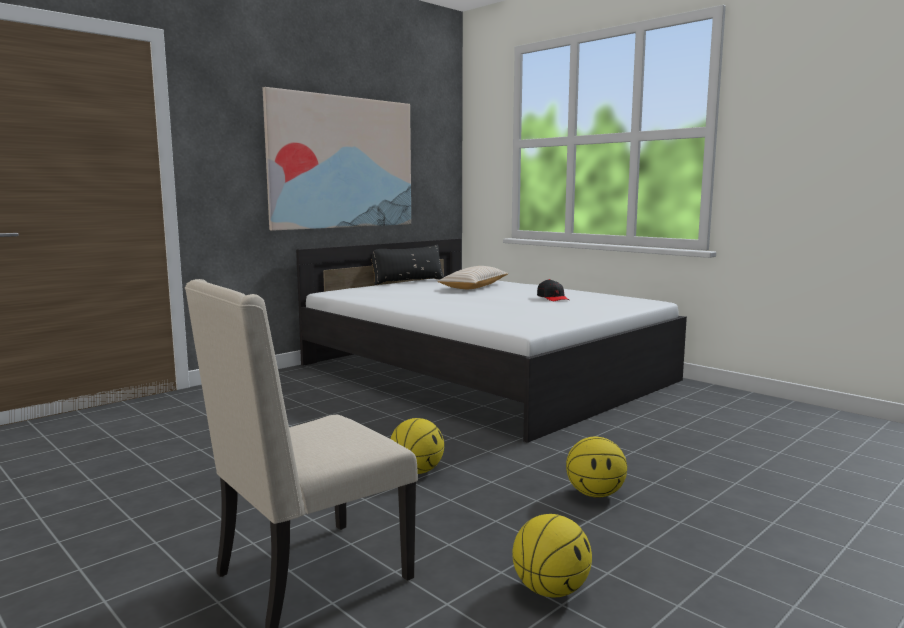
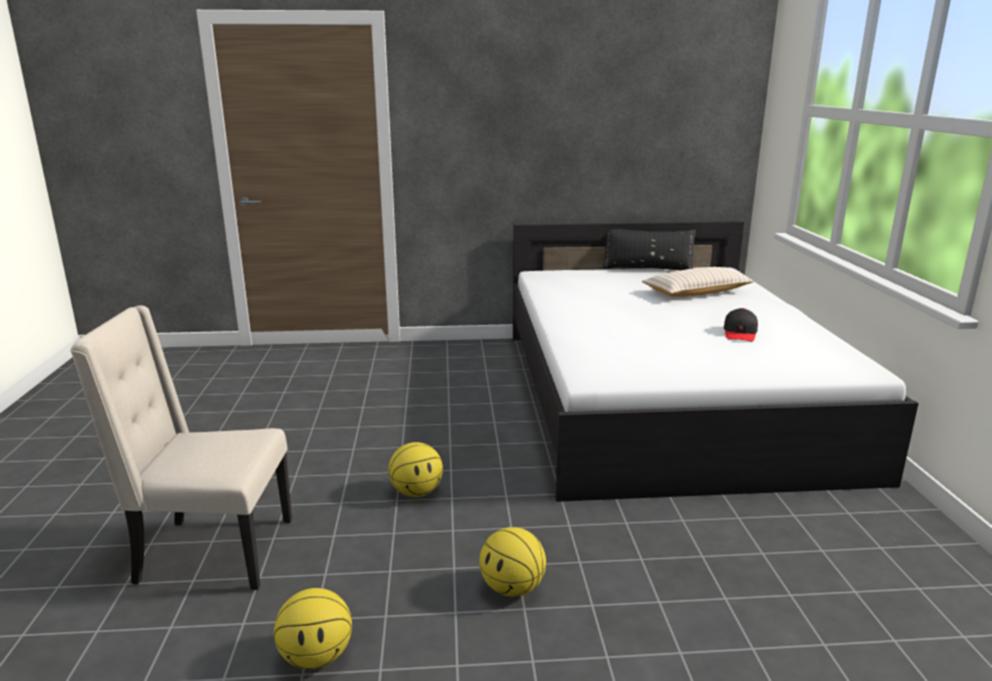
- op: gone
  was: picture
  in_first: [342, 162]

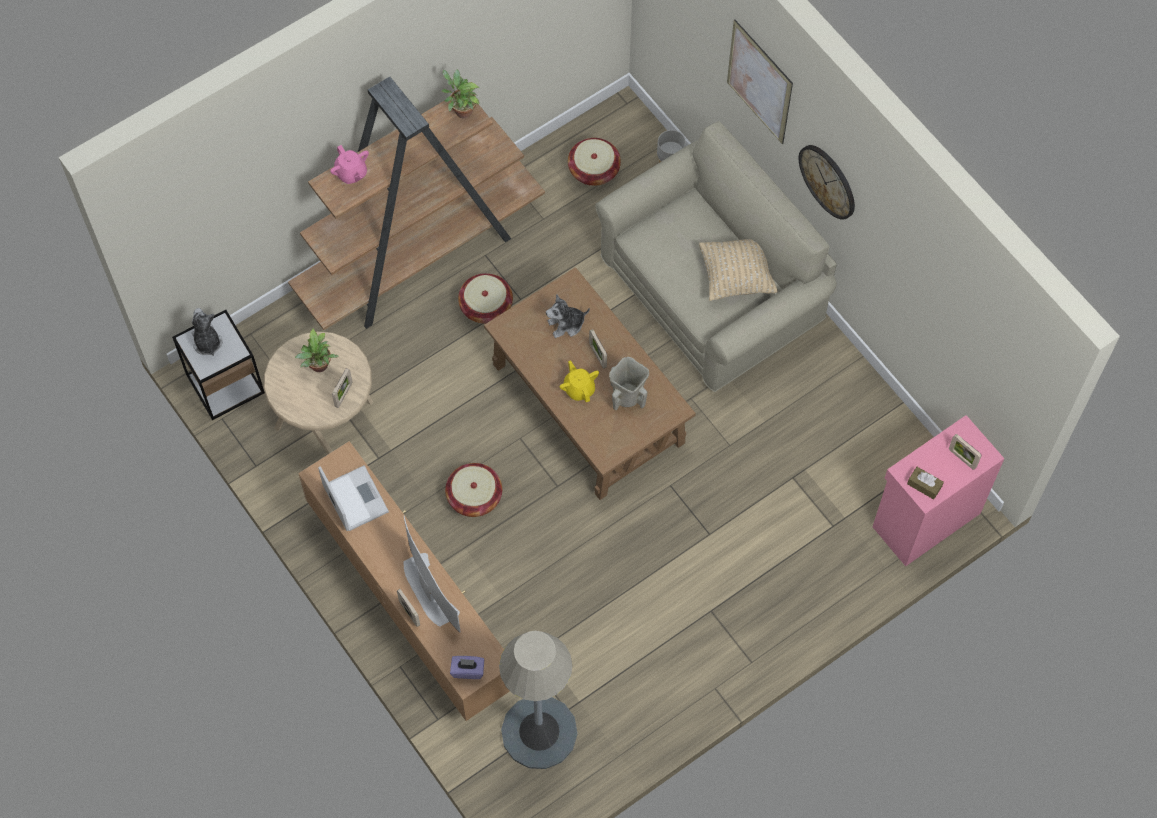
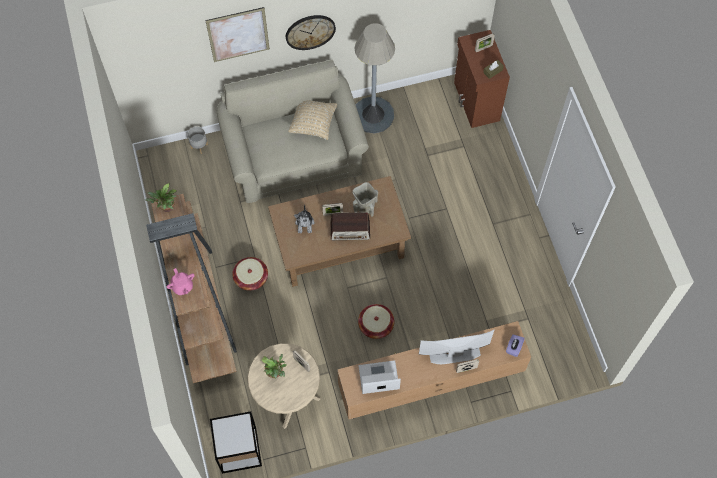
- op: rotated
  was: pink teapot
  in_first: [351, 173]
  in_second: [182, 286]
  clockwise: 75
- op: swapped
  was: yellow teapot
  now: radio
  in_first: [579, 388]
  in_second: [350, 230]
- op: shifted
  was: grey floor lamp
  in_first: [539, 732]
  in_second: [373, 115]
- op: repainted
  was: pink cabinet
  now: brown cabinet
  in_first: [924, 519]
  in_second: [475, 102]
- op: gone
  was: plush toy
  in_first: [207, 342]
- op: gone
  was: basket
  in_first: [594, 170]

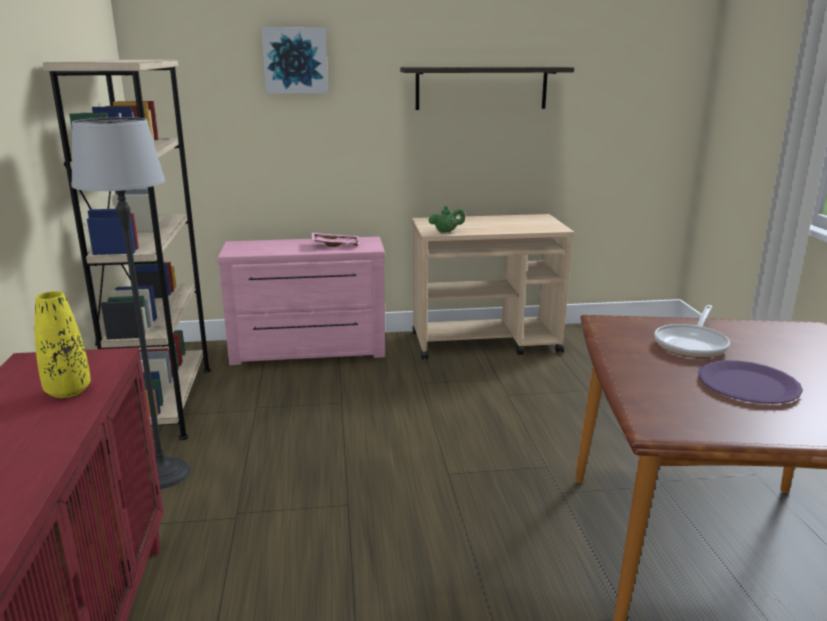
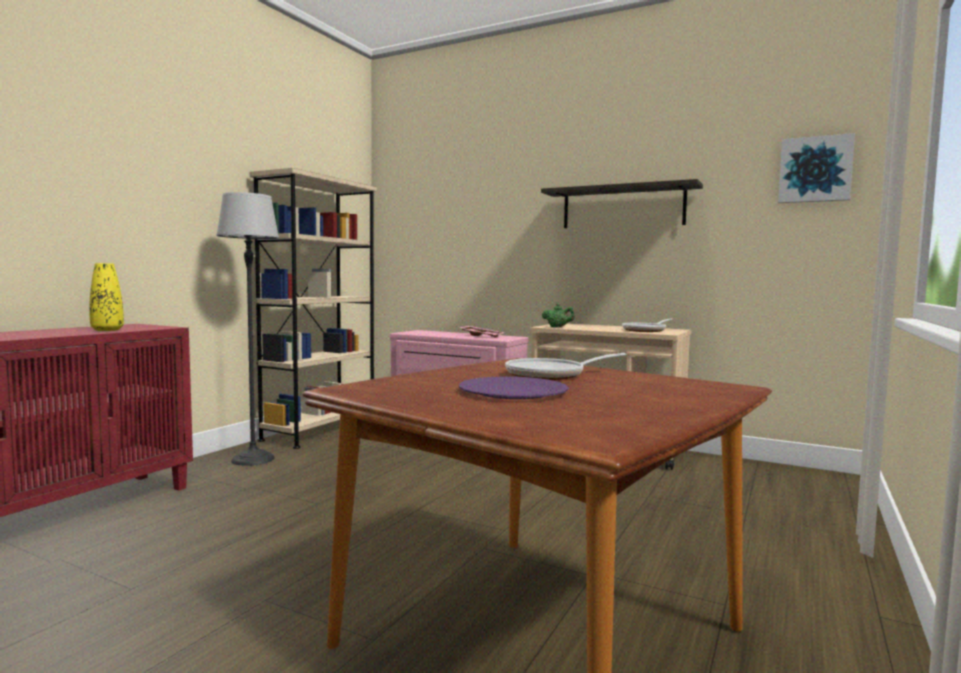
- op: new
  now: frying pan
  in_second: [646, 330]
- op: shifted
  was: picture
  in_first: [295, 60]
  in_second: [815, 170]

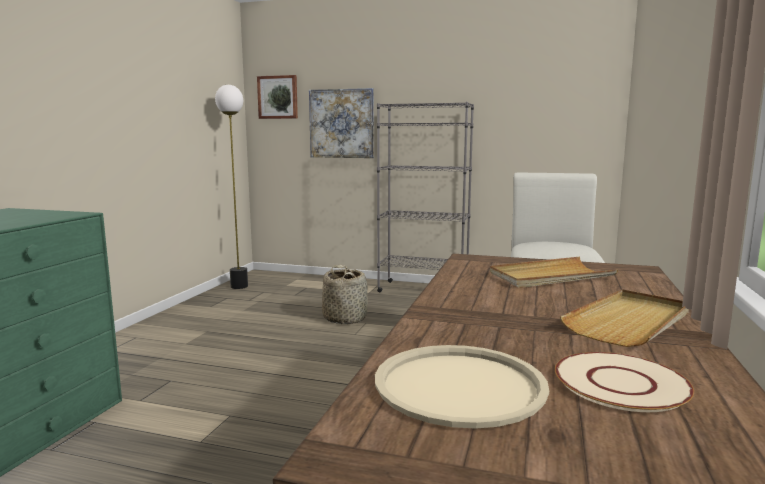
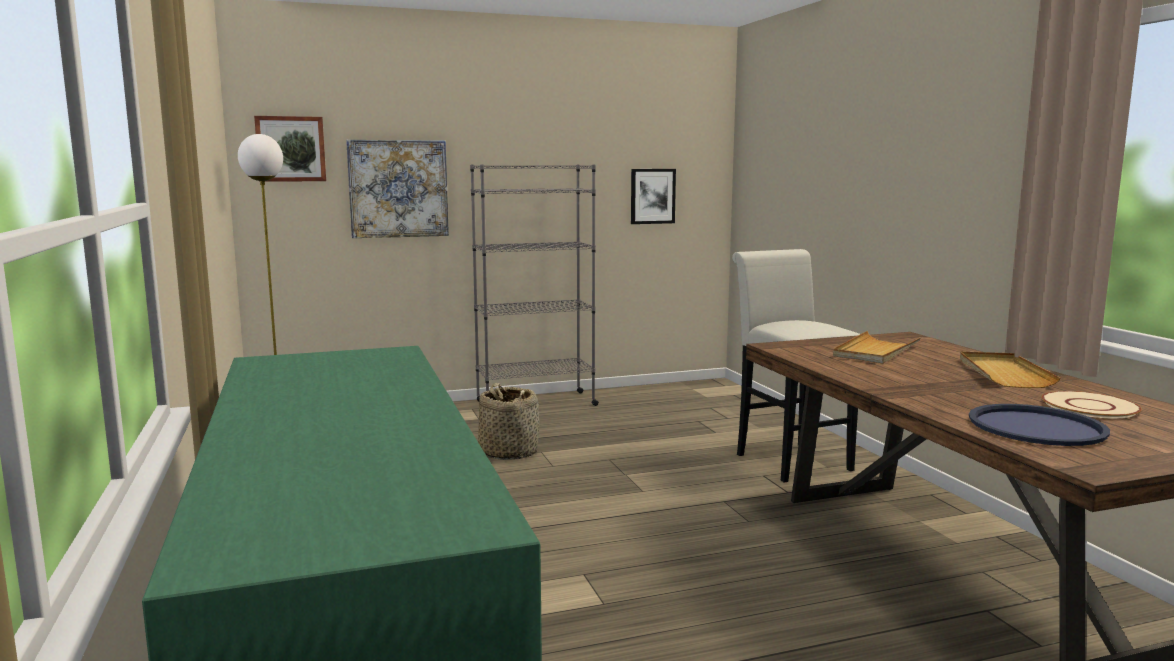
- op: new
  now: picture
  in_second: [652, 196]
- op: repainted
  was: beige tray
  now: blue tray
  in_first: [459, 385]
  in_second: [1036, 427]

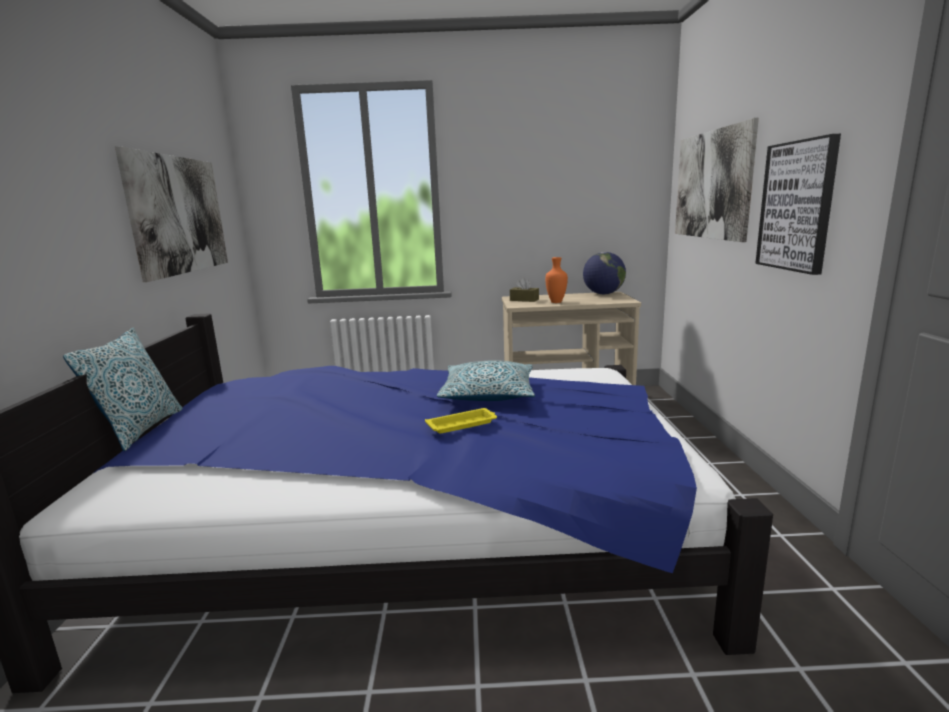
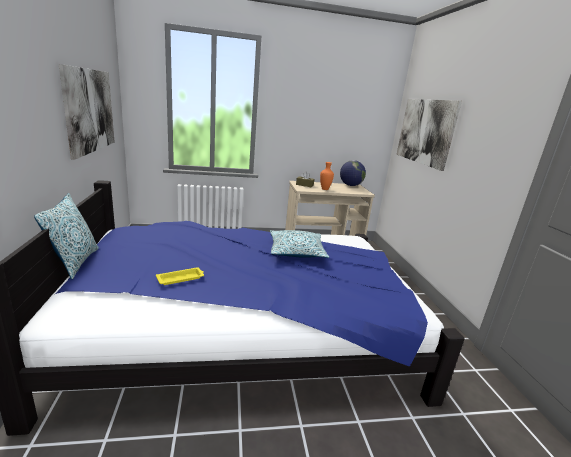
- op: shifted
  was: yellow tray
  in_first: [462, 424]
  in_second: [181, 278]
- op: gone
  was: picture
  in_first: [797, 206]

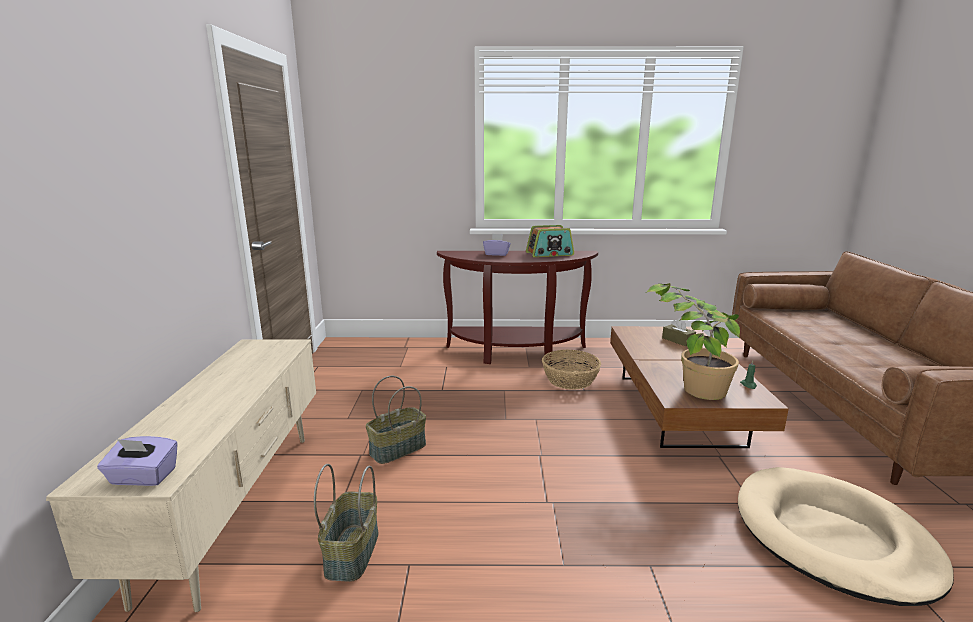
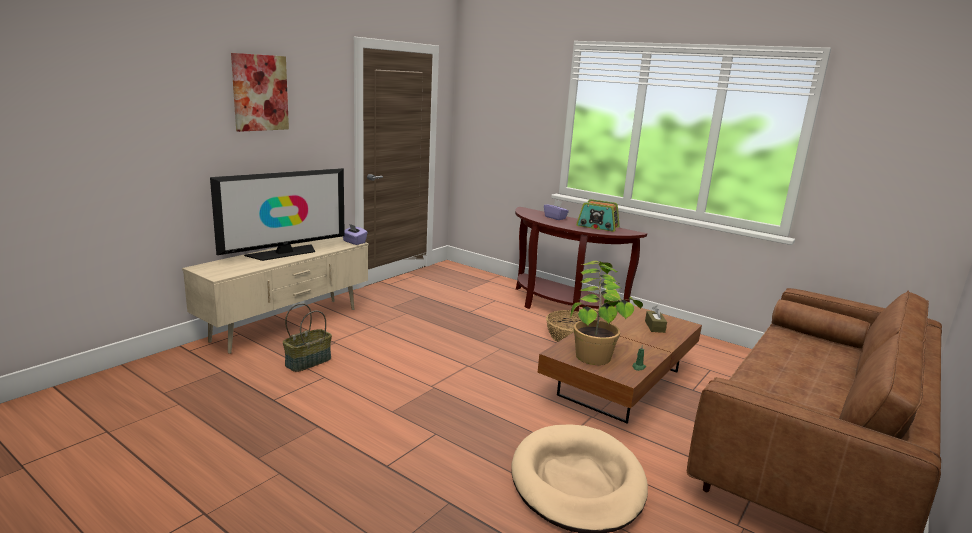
- op: new
  now: television
  in_second: [284, 253]
- op: new
  now: picture
  in_second: [260, 93]
- op: shifted
  was: purple tissue box
  in_first: [143, 477]
  in_second: [354, 242]
- op: gone
  was: basket
  in_first: [398, 450]

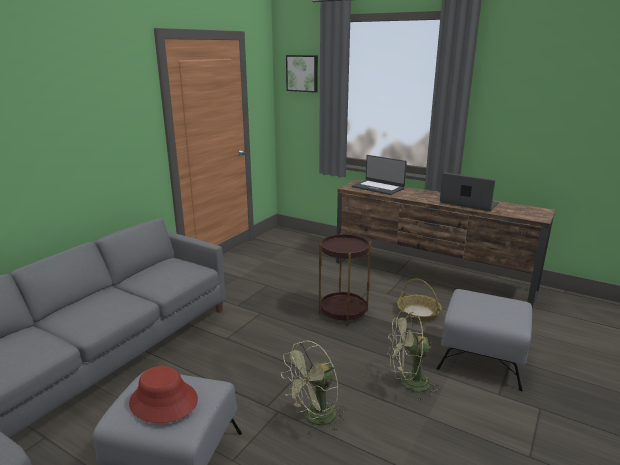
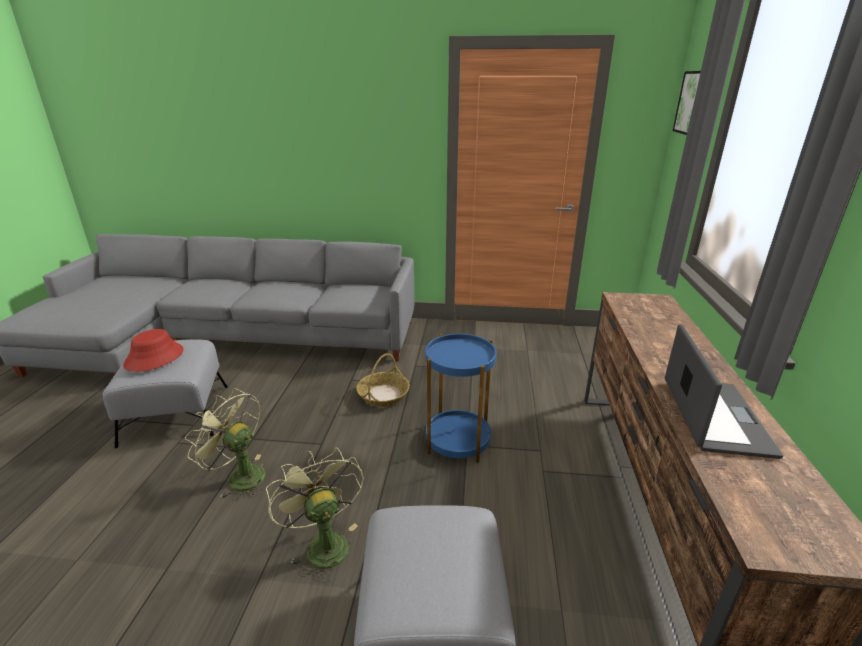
- op: shifted
  was: basket
  in_first: [418, 313]
  in_second: [383, 395]
- op: repainted
  was: brown side table
  now: blue side table
  in_first: [343, 312]
  in_second: [457, 441]
- op: gone
  was: laptop
  in_first: [378, 187]

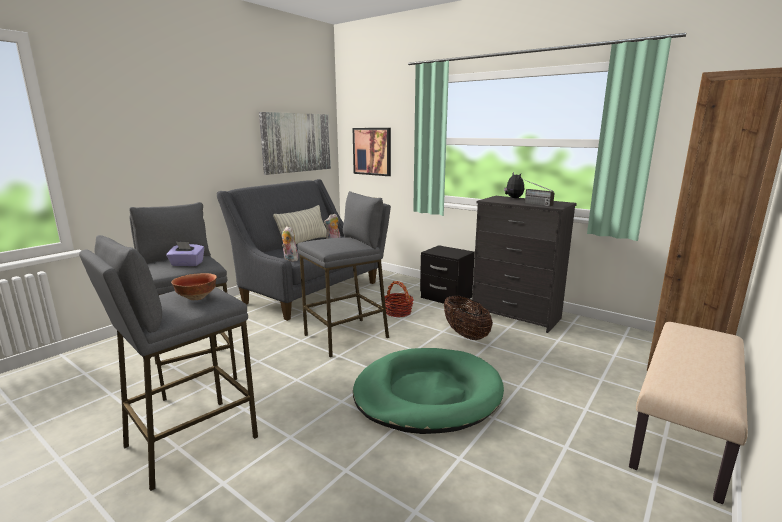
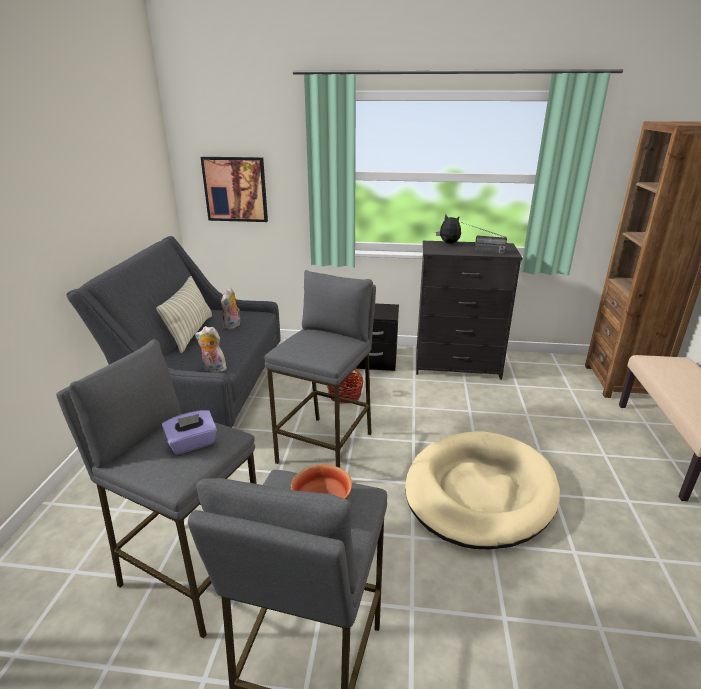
- op: repainted
  was: green dog bed
  now: beige dog bed
  in_first: [427, 394]
  in_second: [479, 492]
- op: gone
  was: picture
  in_first: [296, 142]
- op: gone
  was: basket
  in_first: [465, 334]

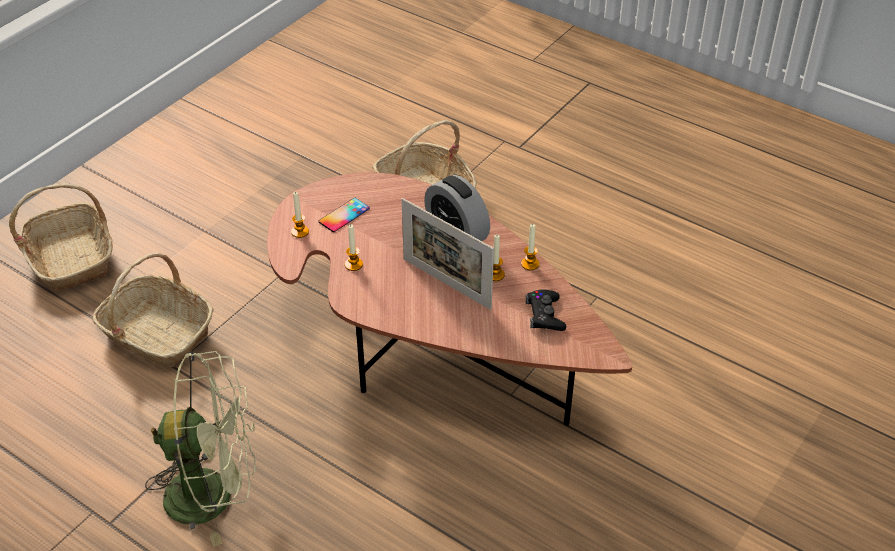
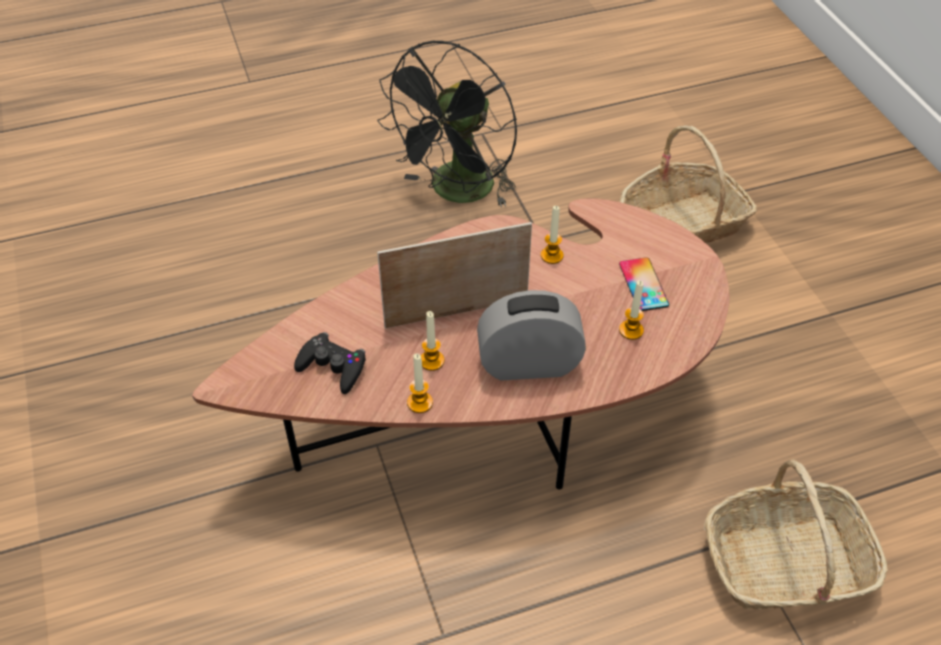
- op: repainted
  was: green fan
  now: black fan
  in_first: [214, 494]
  in_second: [457, 193]
- op: shifted
  was: candle
  in_first: [300, 232]
  in_second: [631, 330]
- op: gone
  was: basket
  in_first: [71, 258]

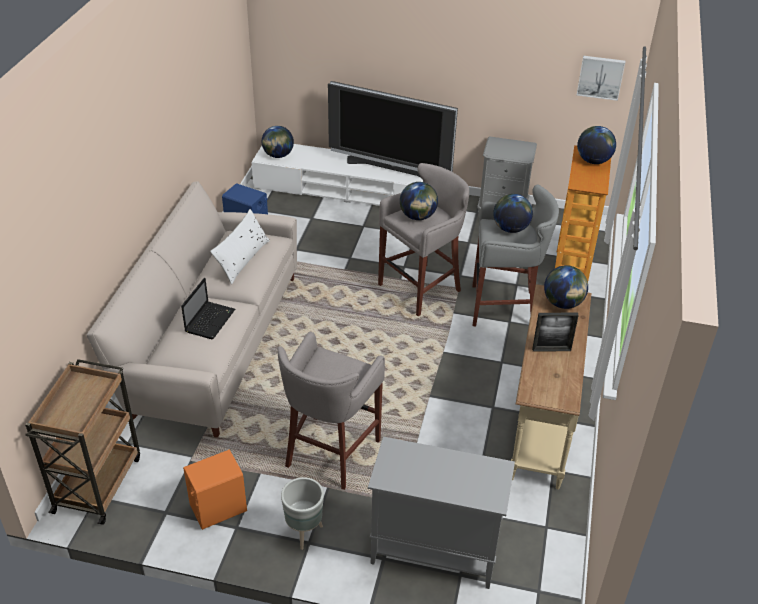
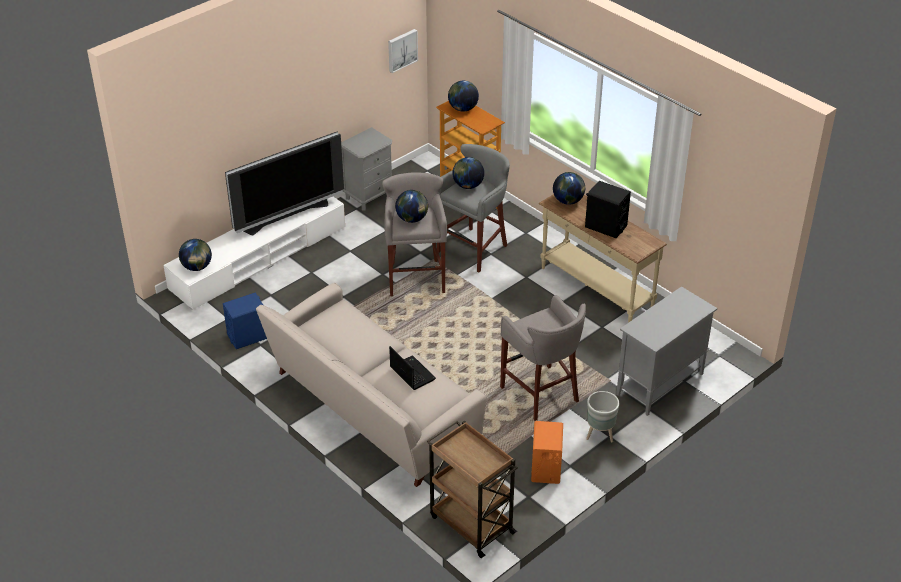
- op: swapped
  was: picture frame
  now: black speaker
  in_first: [551, 350]
  in_second: [605, 226]
- op: gone
  was: white pillow
  in_first: [242, 259]

